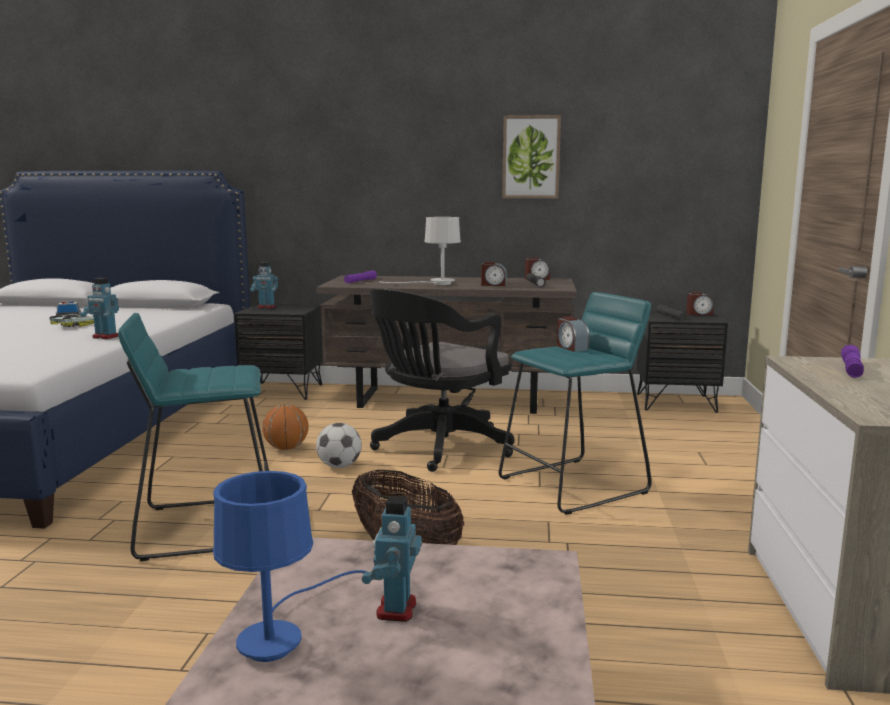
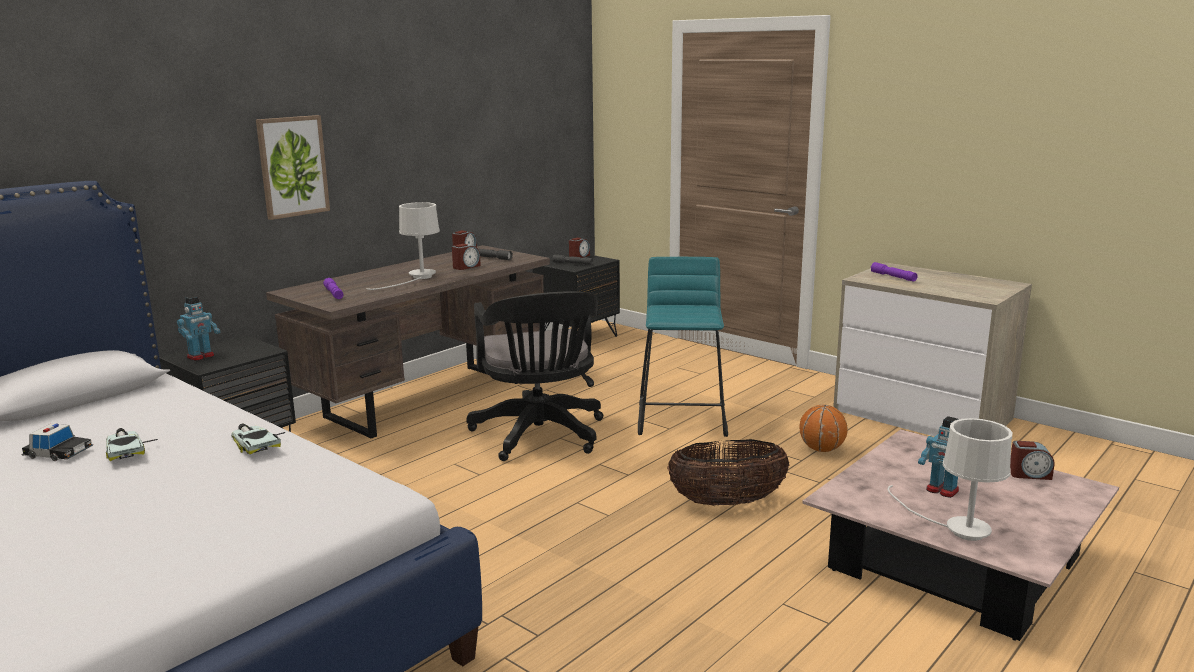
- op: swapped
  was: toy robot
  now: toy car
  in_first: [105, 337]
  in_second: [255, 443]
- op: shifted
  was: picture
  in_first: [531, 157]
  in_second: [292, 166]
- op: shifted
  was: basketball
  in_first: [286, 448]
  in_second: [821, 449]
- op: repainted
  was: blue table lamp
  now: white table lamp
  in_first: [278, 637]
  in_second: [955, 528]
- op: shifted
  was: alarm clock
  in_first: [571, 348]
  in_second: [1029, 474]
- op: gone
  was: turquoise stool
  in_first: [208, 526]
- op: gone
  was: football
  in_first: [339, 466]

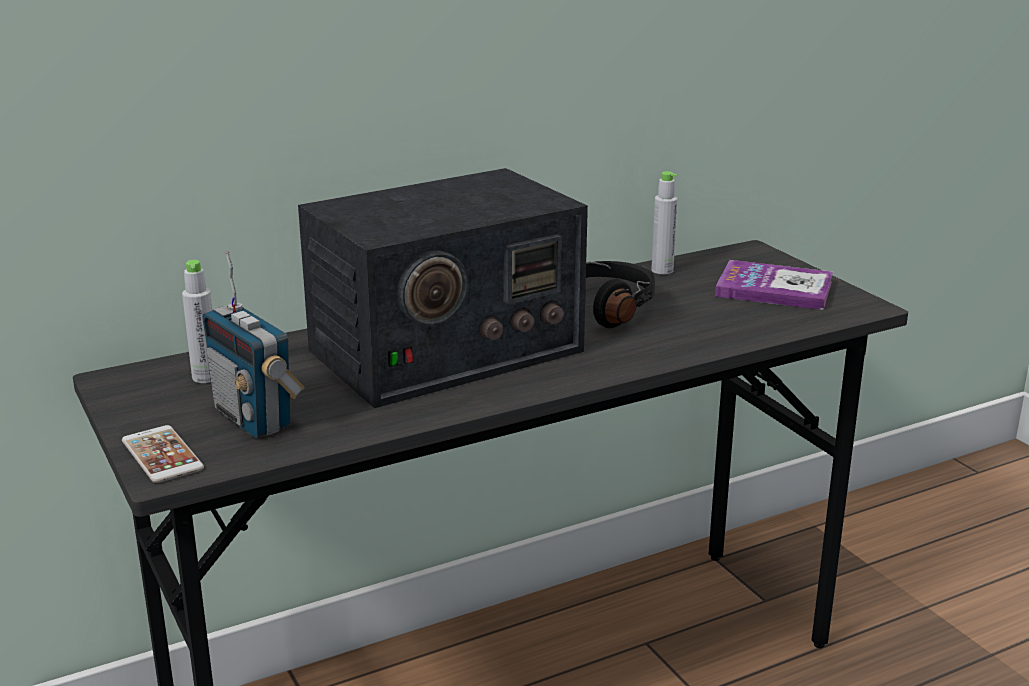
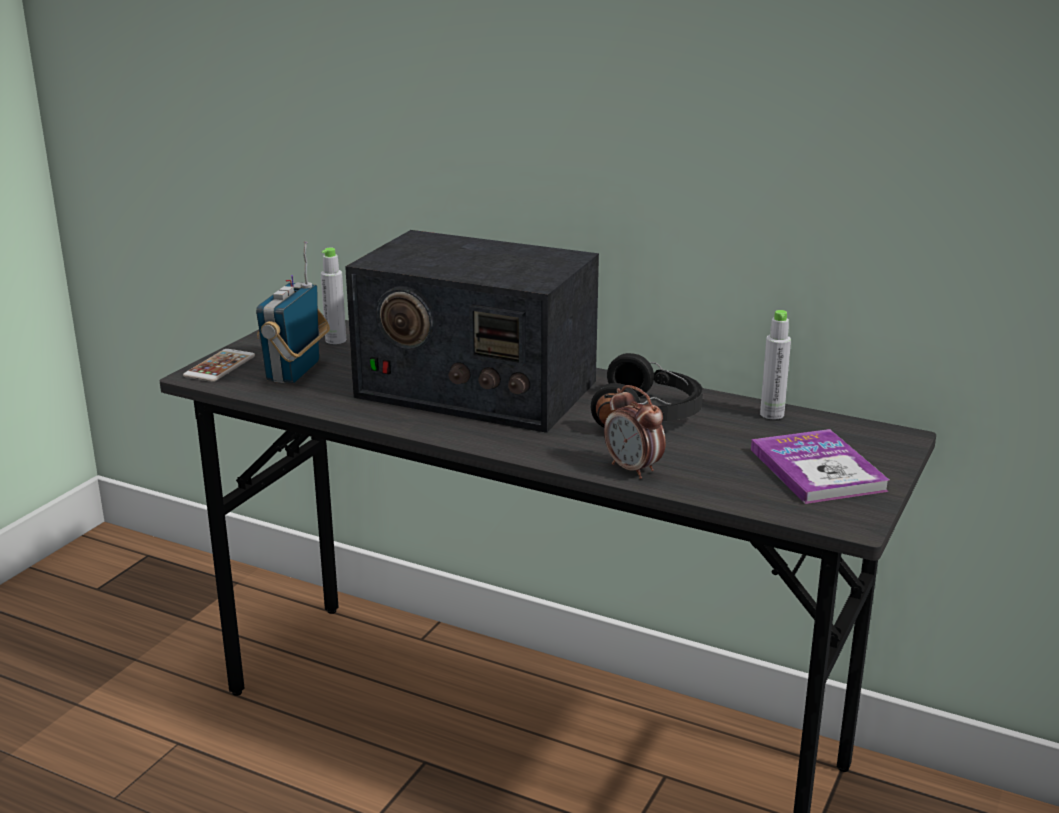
- op: new
  now: alarm clock
  in_second: [633, 469]

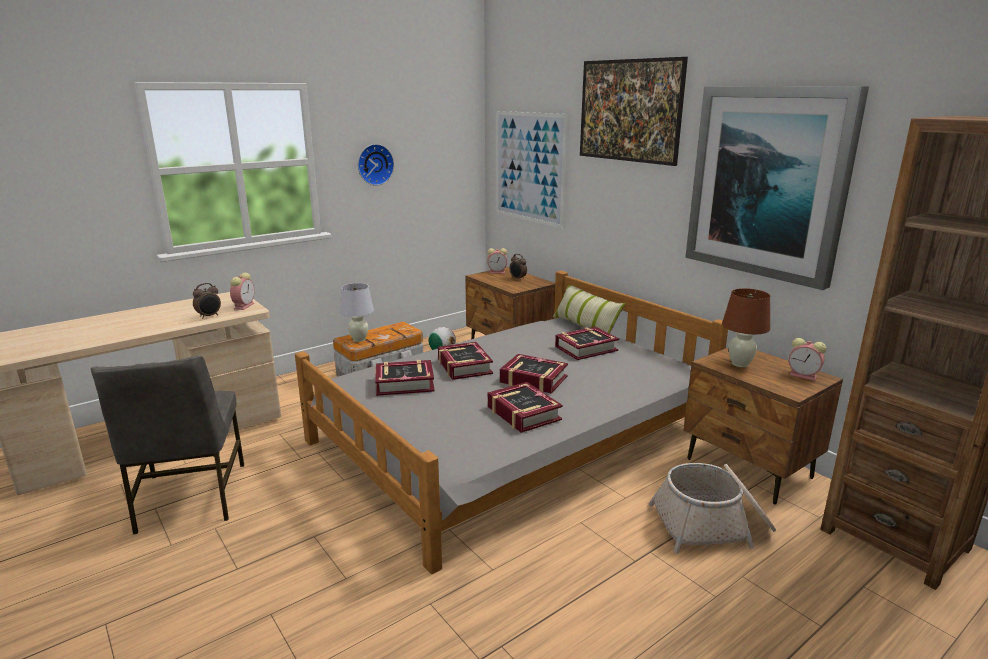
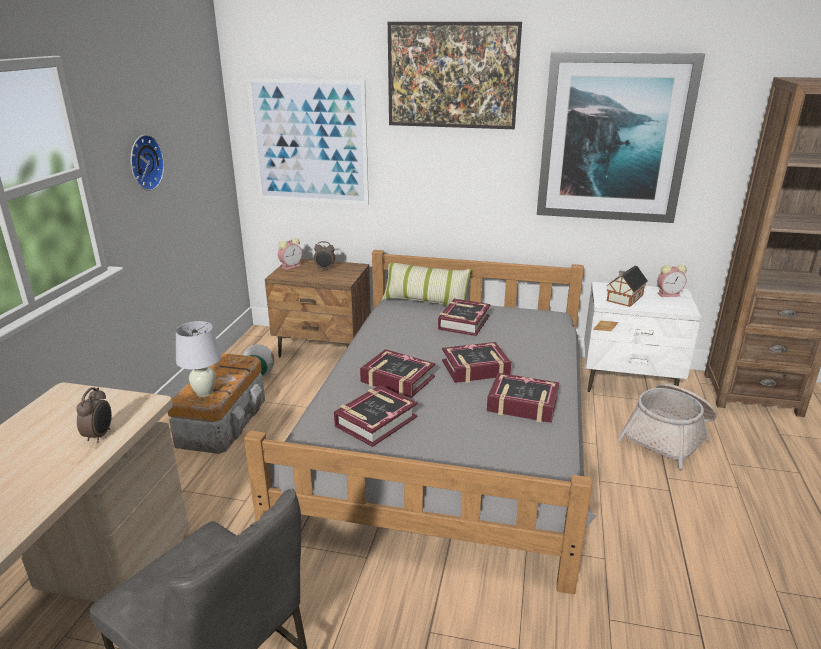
- op: repainted
  was: brown nightstand
  now: white nightstand
  in_first: [749, 469]
  in_second: [629, 381]
- op: swapped
  was: brown table lamp
  now: toy house
  in_first: [740, 364]
  in_second: [623, 298]
- op: gone
  was: alarm clock
  in_first: [244, 306]

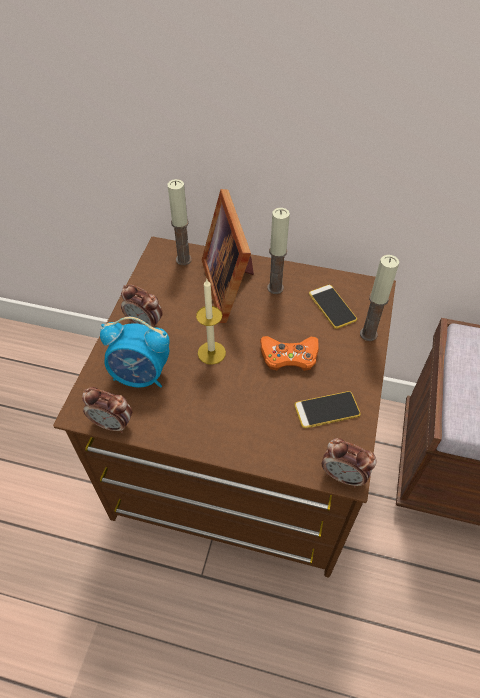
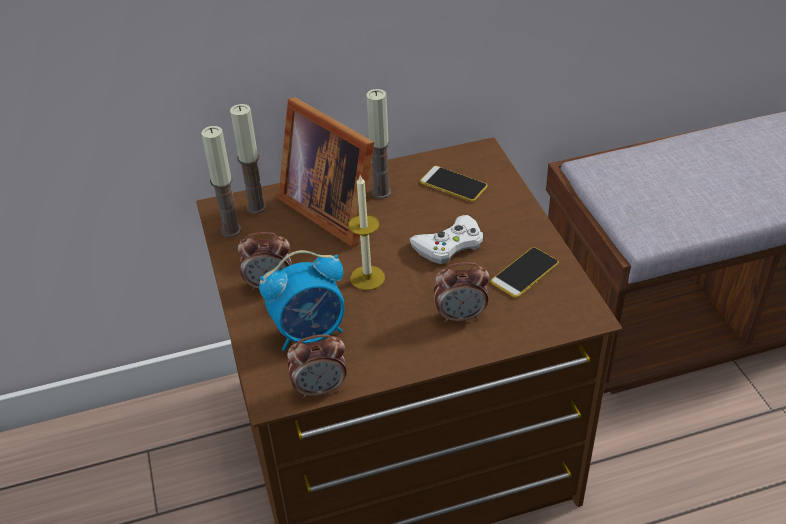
- op: shifted
  was: candle
  in_first: [368, 334]
  in_second: [231, 230]
- op: repainted
  was: orange game controller
  now: white game controller
  in_first: [289, 356]
  in_second: [449, 245]
- op: shifted
  was: alarm clock
  in_first: [343, 476]
  in_second: [460, 316]

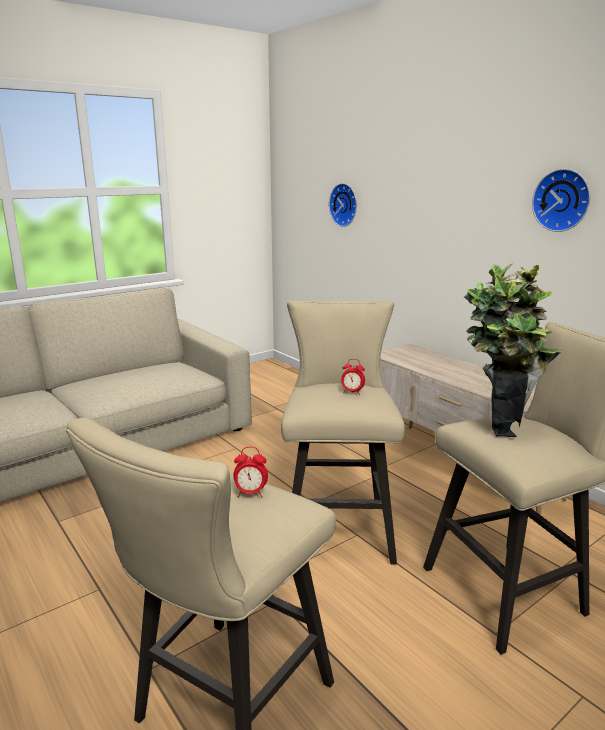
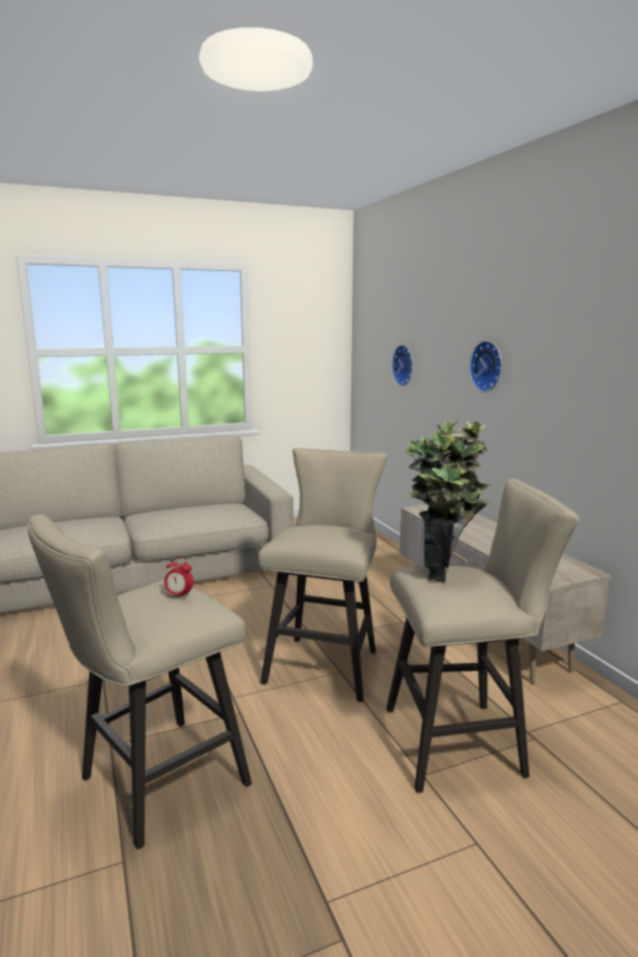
- op: shifted
  was: wall clock
  in_first: [562, 200]
  in_second: [488, 366]
- op: gone
  was: alarm clock
  in_first: [352, 392]

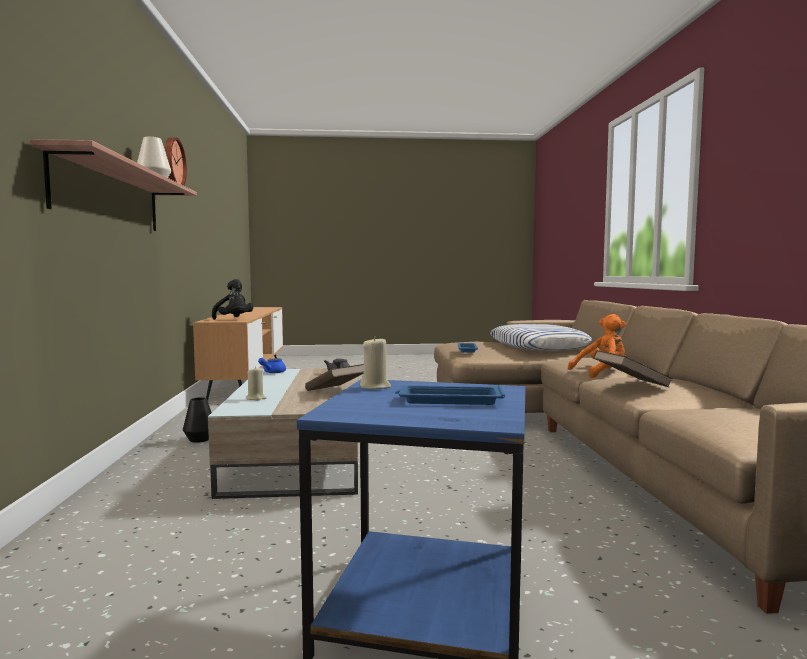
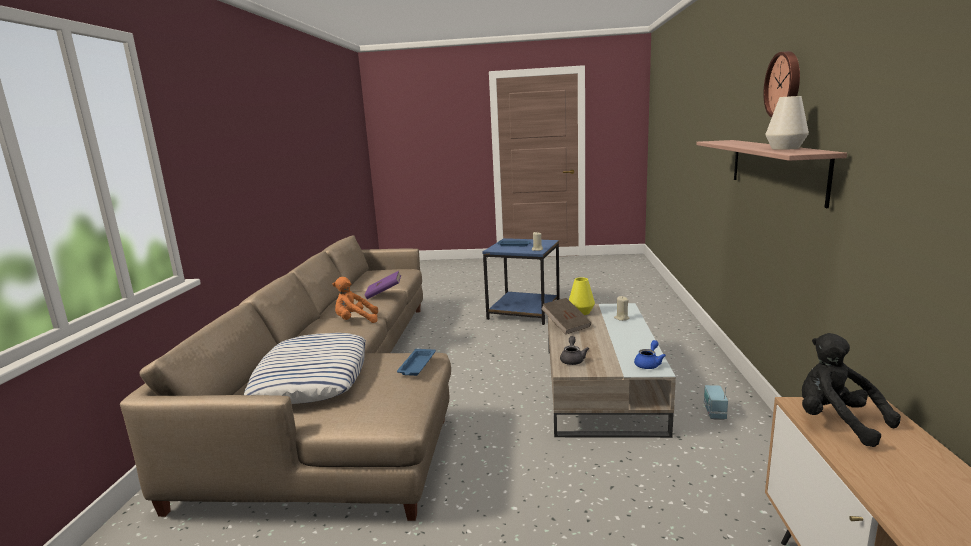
- op: repainted
  was: brown book
  now: purple book
  in_first: [631, 384]
  in_second: [384, 294]
- op: new
  now: yellow vase
  in_second: [581, 312]
- op: swapped
  was: black vase
  now: radio
  in_first: [199, 439]
  in_second: [714, 412]
- op: shifted
  was: wall clock
  in_first: [172, 162]
  in_second: [784, 85]

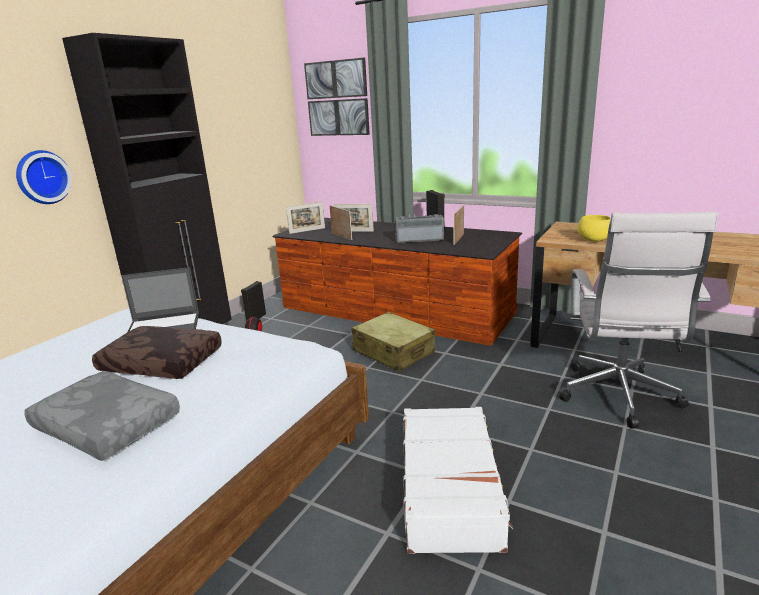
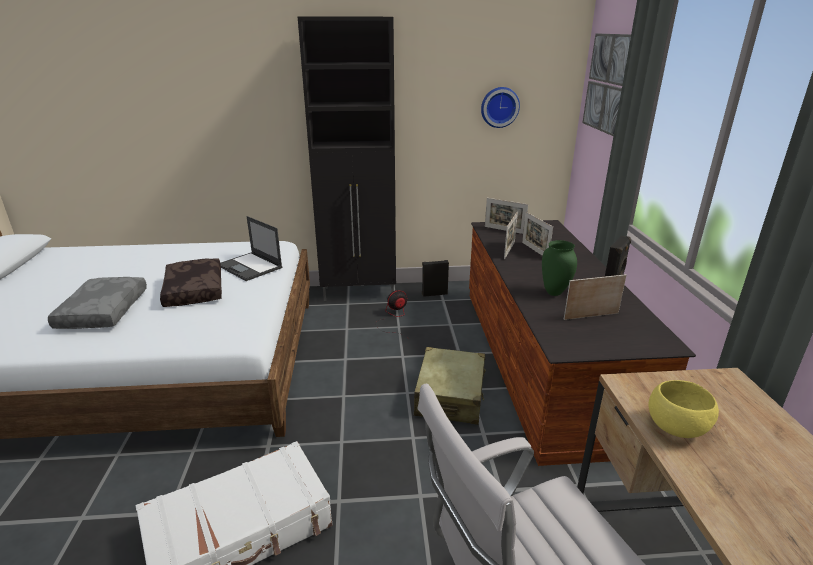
- op: shifted
  was: wall clock
  in_first: [42, 177]
  in_second: [499, 107]
- op: swapped
  was: radio
  now: green vase
  in_first: [419, 239]
  in_second: [555, 292]

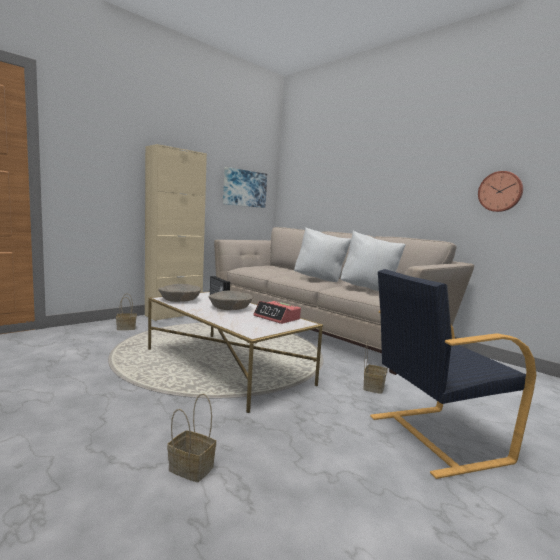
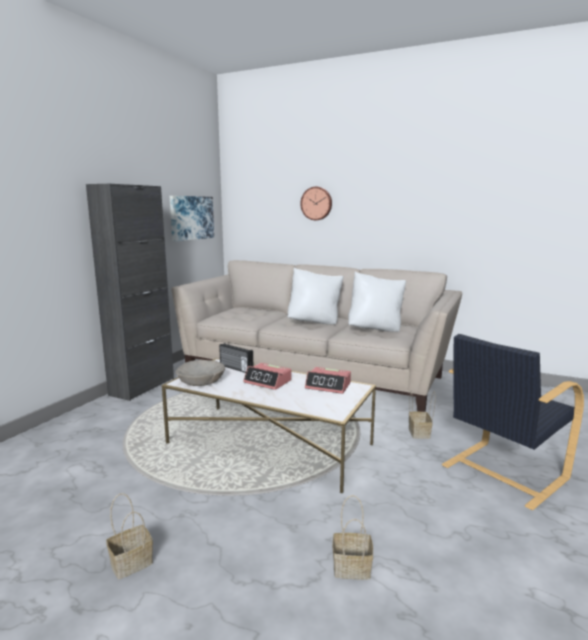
- op: repainted
  was: beige cabinet
  now: black cabinet
  in_first: [174, 314]
  in_second: [142, 386]
- op: shifted
  was: basket
  in_first: [125, 328]
  in_second: [130, 564]
- op: swapped
  was: beige bowl
  now: alarm clock
  in_first: [230, 308]
  in_second: [268, 381]
- op: shifted
  was: wall clock
  in_first: [500, 191]
  in_second: [316, 203]

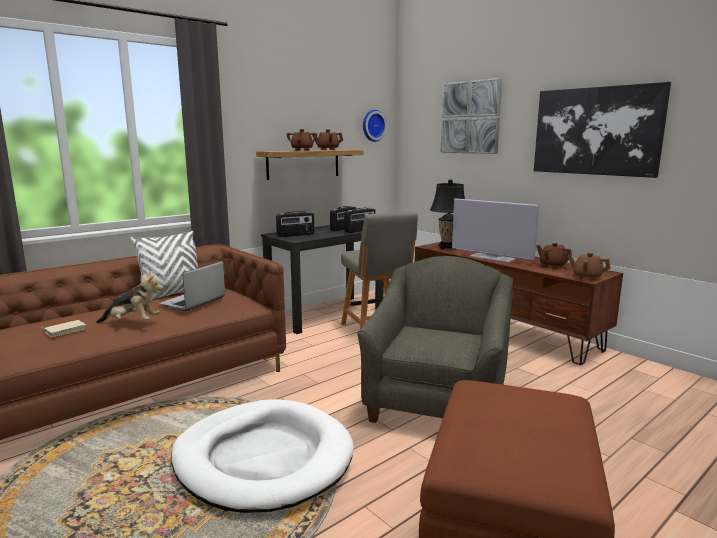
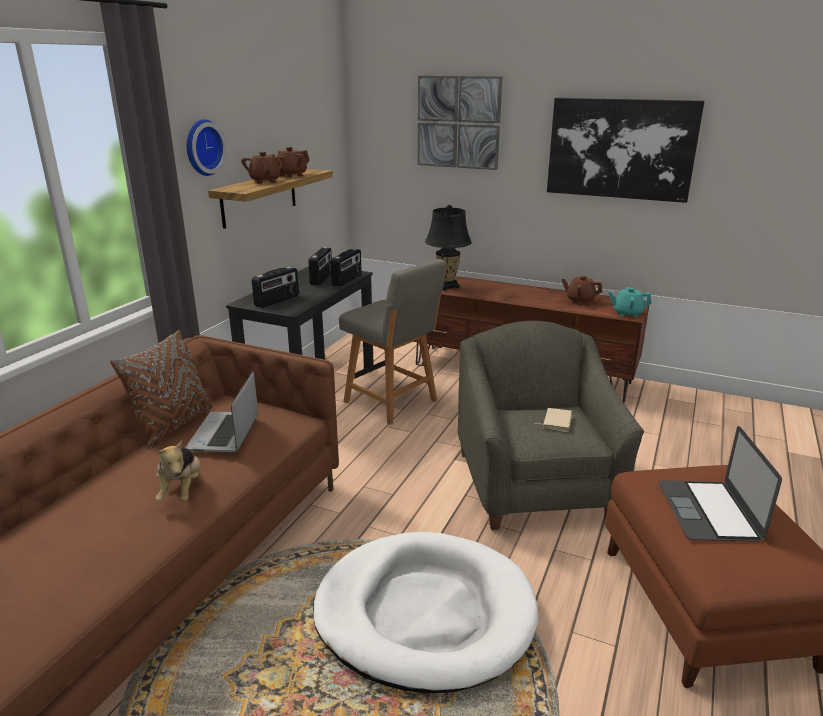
- op: repainted
  was: white pillow
  now: brown pillow
  in_first: [172, 294]
  in_second: [173, 425]
- op: rotated
  was: plush toy
  in_first: [132, 322]
  in_second: [182, 490]
  clockwise: 105
- op: shifted
  was: wall clock
  in_first: [372, 125]
  in_second: [202, 147]
- op: shifted
  was: beige book
  in_first: [65, 330]
  in_second: [556, 421]
- op: repainted
  was: brown teapot
  now: turquoise teapot
  in_first: [587, 277]
  in_second: [627, 313]
- op: new
  now: laptop
  in_second: [708, 510]
- op: gone
  was: television
  in_first: [492, 258]

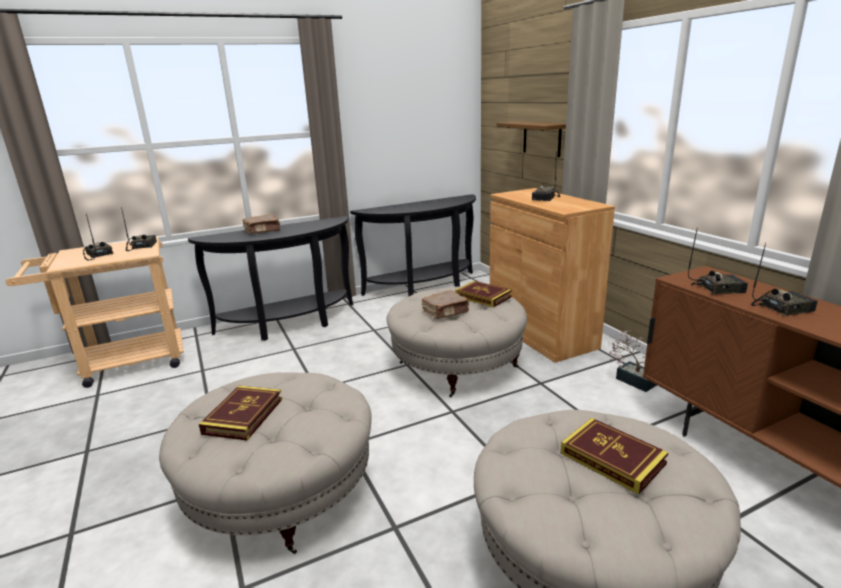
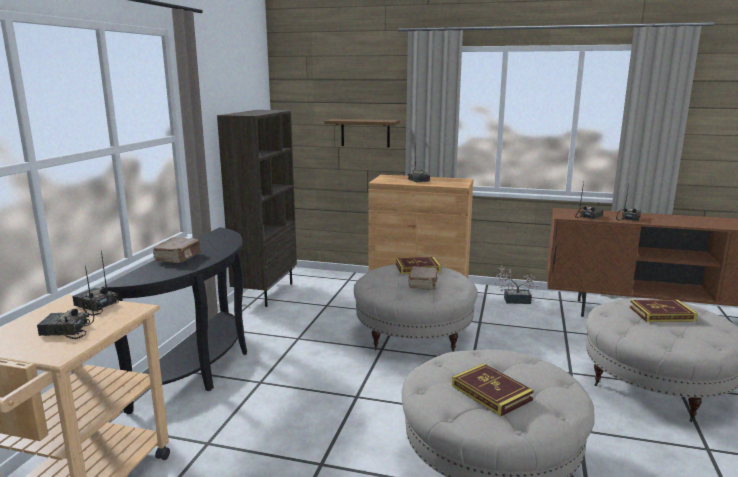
- op: swapped
  was: black console table
  now: brown bookcase
  in_first: [425, 288]
  in_second: [265, 293]

